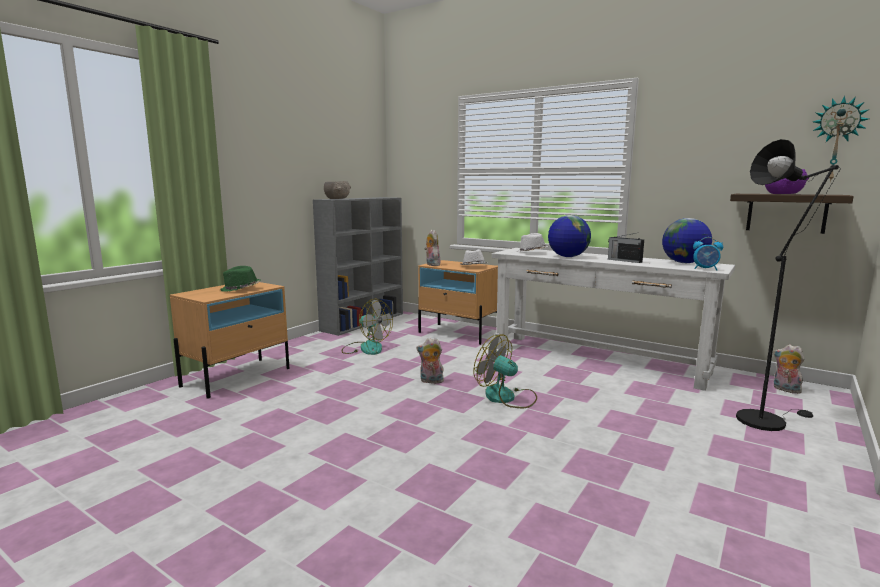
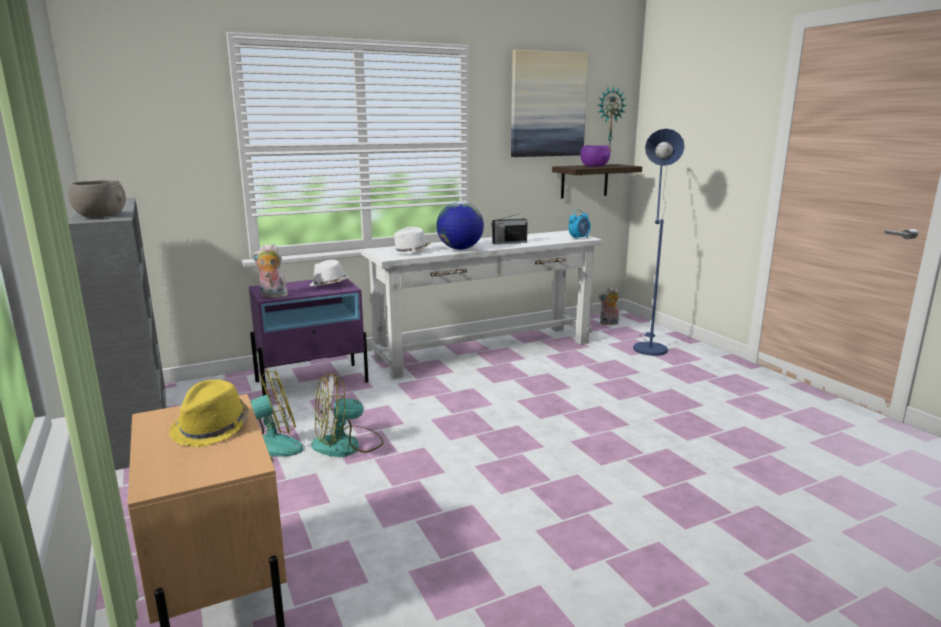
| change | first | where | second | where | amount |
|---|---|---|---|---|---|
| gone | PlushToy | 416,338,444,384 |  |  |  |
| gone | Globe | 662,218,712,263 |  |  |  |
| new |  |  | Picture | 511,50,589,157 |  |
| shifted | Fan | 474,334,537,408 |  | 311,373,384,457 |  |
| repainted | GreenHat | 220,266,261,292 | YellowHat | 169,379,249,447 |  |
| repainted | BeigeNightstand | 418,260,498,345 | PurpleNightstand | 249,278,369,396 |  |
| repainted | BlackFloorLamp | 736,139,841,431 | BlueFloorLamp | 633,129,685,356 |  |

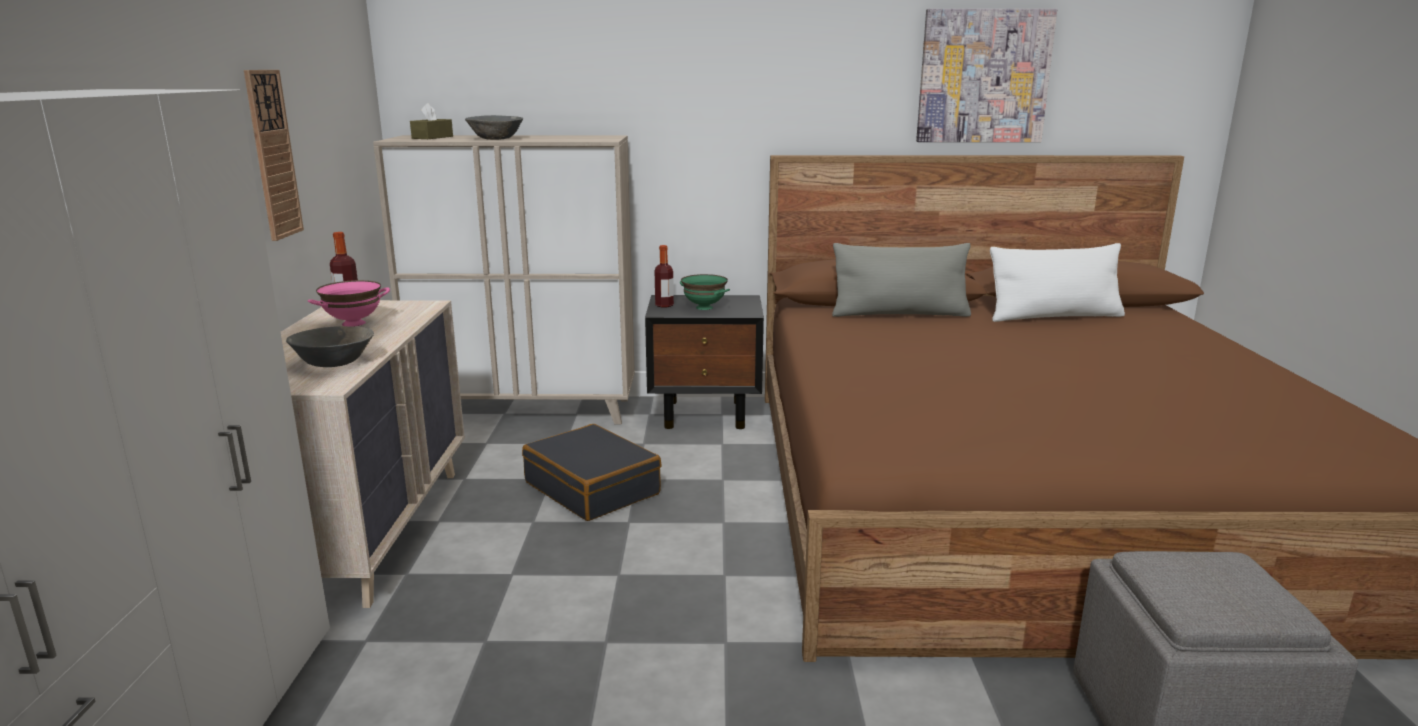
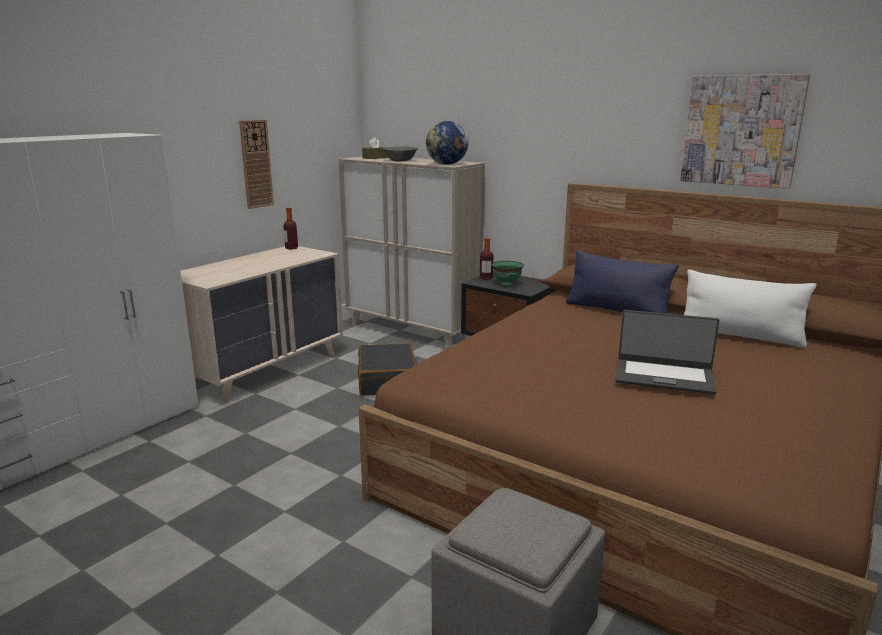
| change | first | where | second | where | amount |
|---|---|---|---|---|---|
| gone | GreyBowl | 286,326,374,367 |  |  |  |
| gone | PinkBowl | 308,280,390,327 |  |  |  |
| new |  |  | Globe | 426,121,468,165 |  |
| new |  |  | Laptop | 615,310,719,394 |  |
| repainted | GreyPillow | 832,243,971,317 | BluePillow | 566,250,679,314 |  |

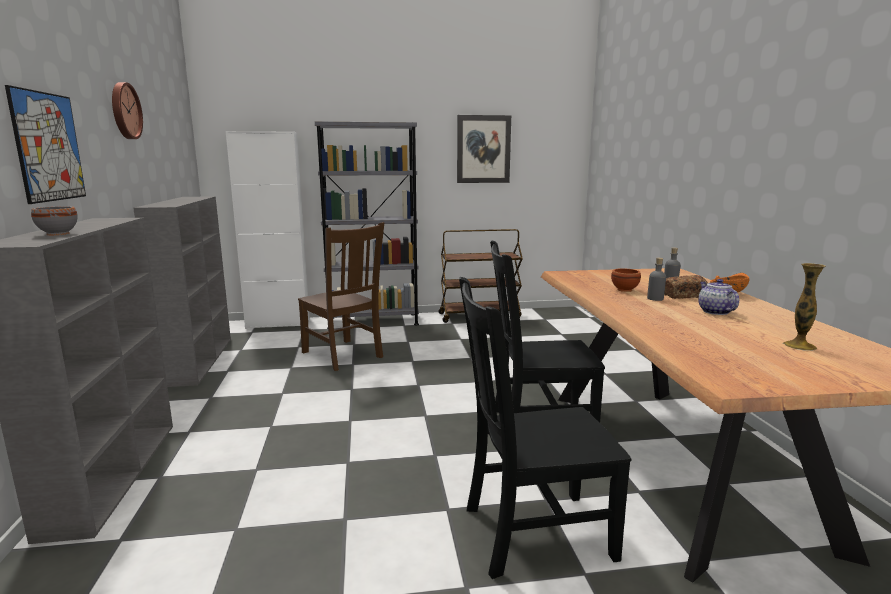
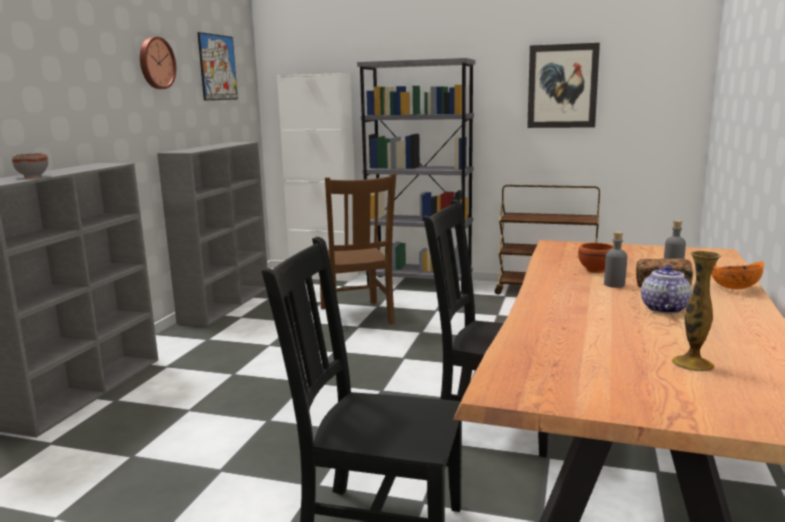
| change | first | where | second | where | amount |
|---|---|---|---|---|---|
| shifted | Picture | 5,85,86,204 |  | 197,32,238,100 |  |

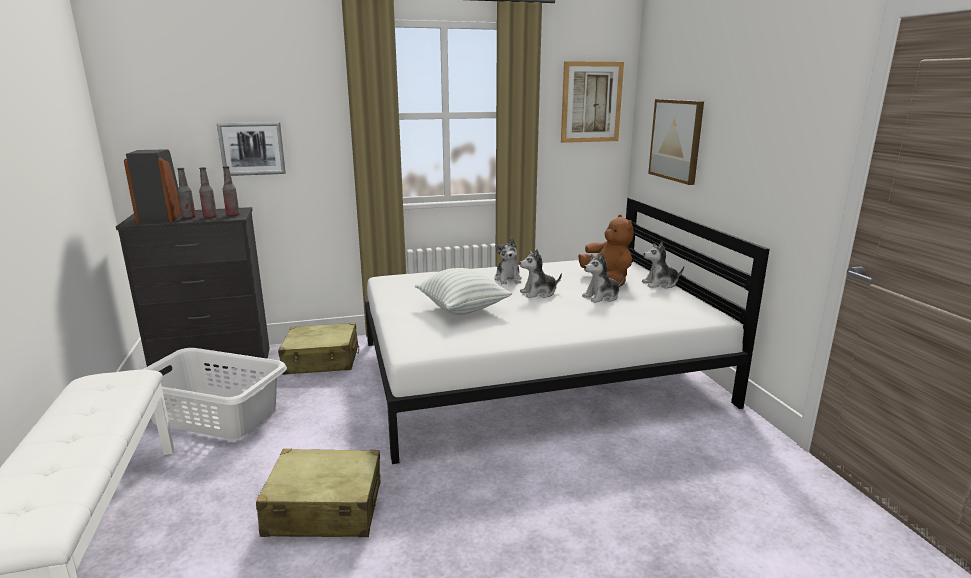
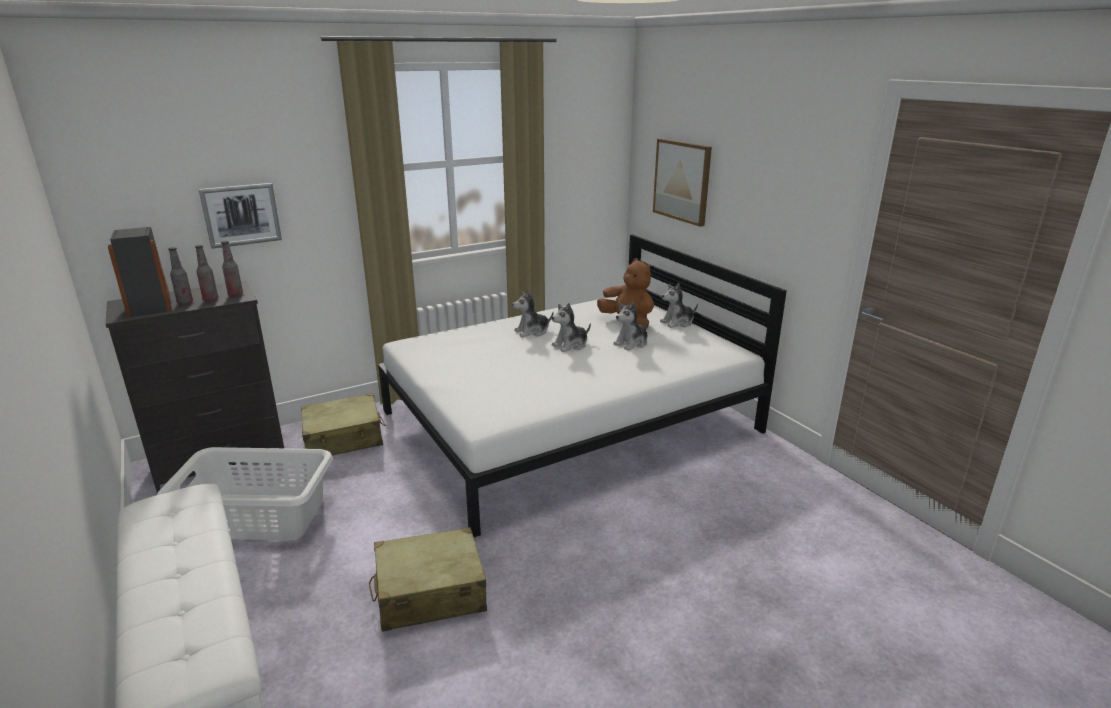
| change | first | where | second | where | amount |
|---|---|---|---|---|---|
| gone | Pillow | 415,268,512,315 |  |  |  |
| gone | Picture | 561,61,624,143 |  |  |  |
| rotated | PlushToy | 494,238,522,284 |  | 512,291,553,337 | 90 degrees clockwise |

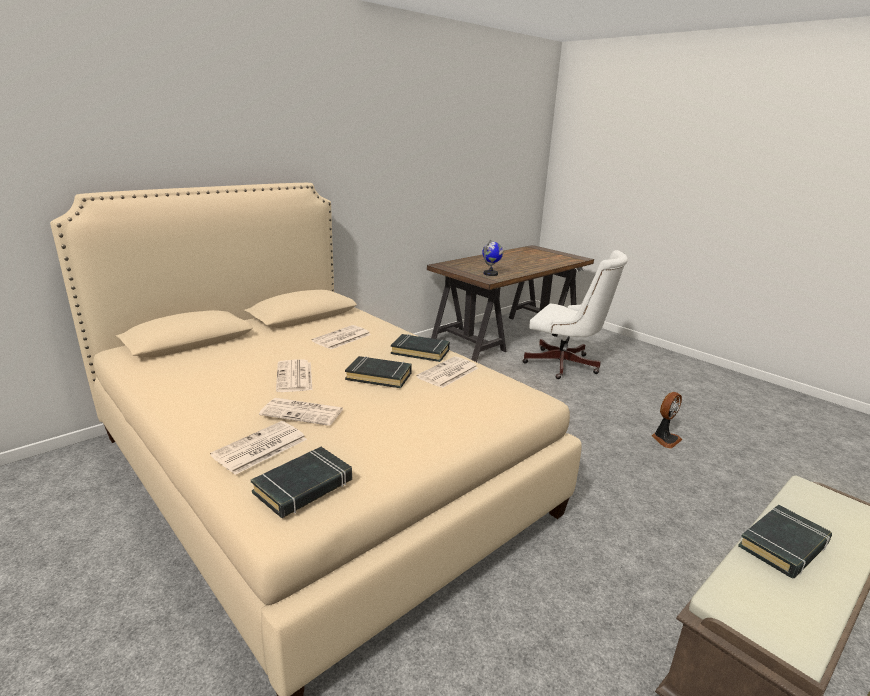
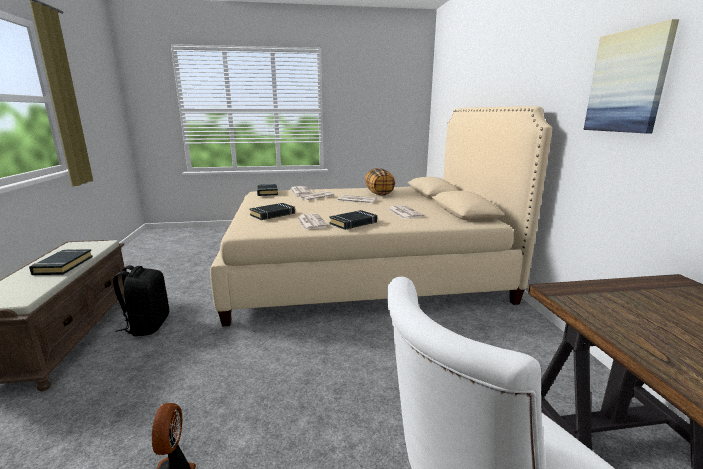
| change | first | where | second | where | amount |
|---|---|---|---|---|---|
| gone | Globe | 483,240,503,276 |  |  |  |
| new |  |  | BlackBackpack | 113,265,169,336 |  |
| new |  |  | Pillow | 365,168,395,196 |  |
| new |  |  | Picture | 583,19,679,133 |  |
| shifted | BlackBook | 345,356,412,388 |  | 250,203,295,220 |  |

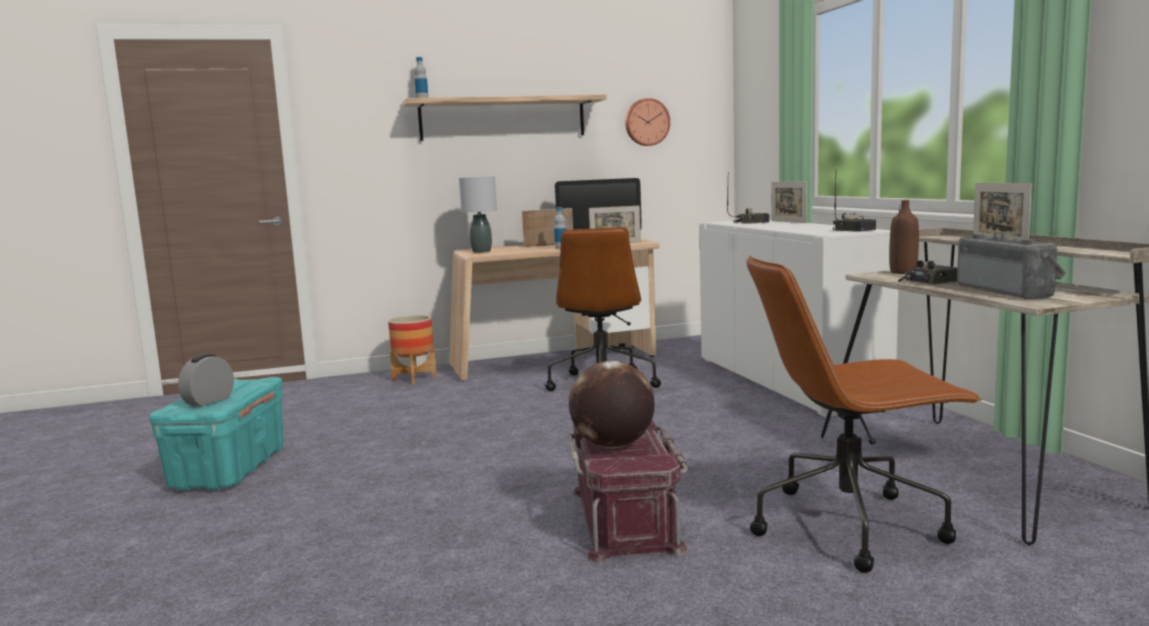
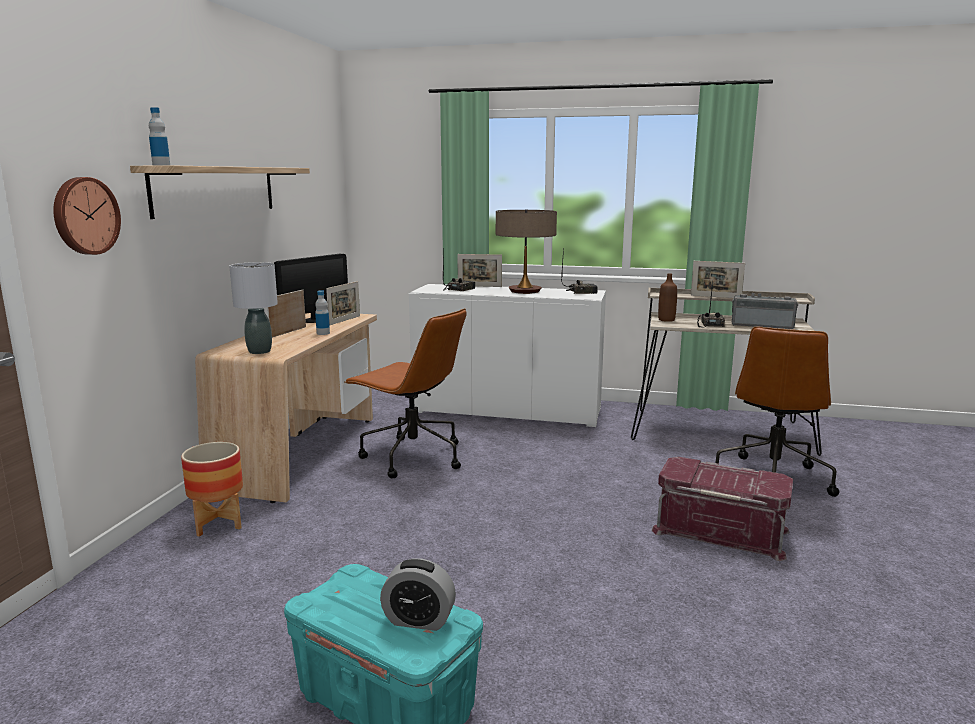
| change | first | where | second | where | amount |
|---|---|---|---|---|---|
| gone | Globe | 569,361,655,448 |  |  |  |
| new |  |  | TableLamp | 496,210,557,294 |  |
| shifted | WallClock | 625,98,670,146 |  | 53,177,121,255 |  |
| rotated | AlarmClock | 178,354,234,407 |  | 380,558,456,631 | 45 degrees counterclockwise |

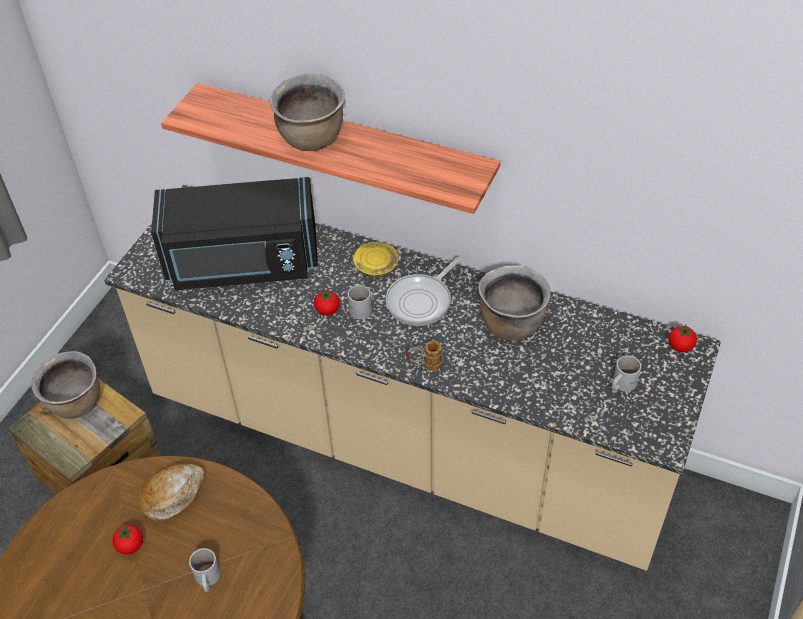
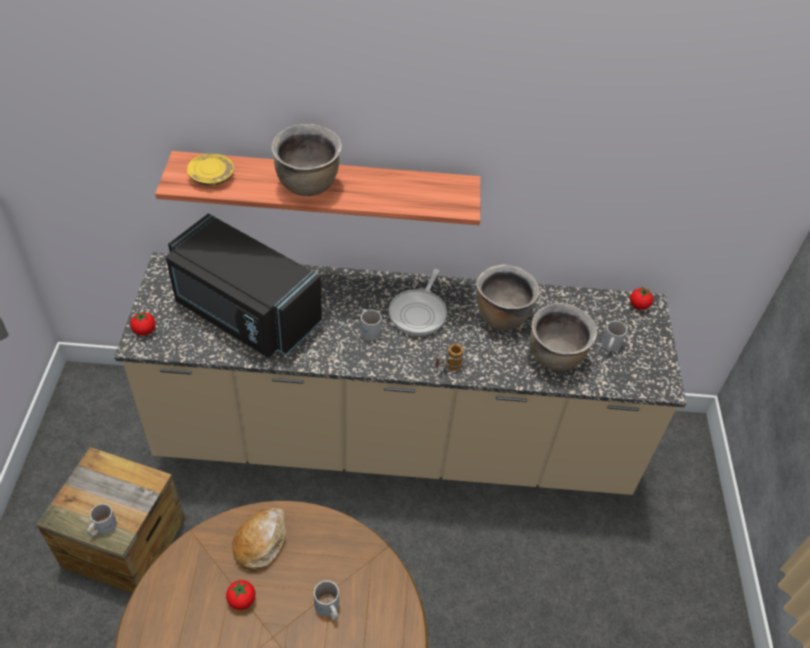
| change | first | where | second | where | amount |
|---|---|---|---|---|---|
| new |  |  | WhiteMug | 87,504,117,537 |  |
| shifted | BrownCookingPot | 31,351,100,419 |  | 530,303,597,371 |  |
| shifted | Tomato | 314,290,340,316 |  | 130,311,156,335 |  |
| shifted | YellowPlate | 353,242,399,277 |  | 187,154,234,186 |  |
| rotated | BlackMicrowave | 151,177,318,290 |  | 166,213,322,358 | 60 degrees clockwise |

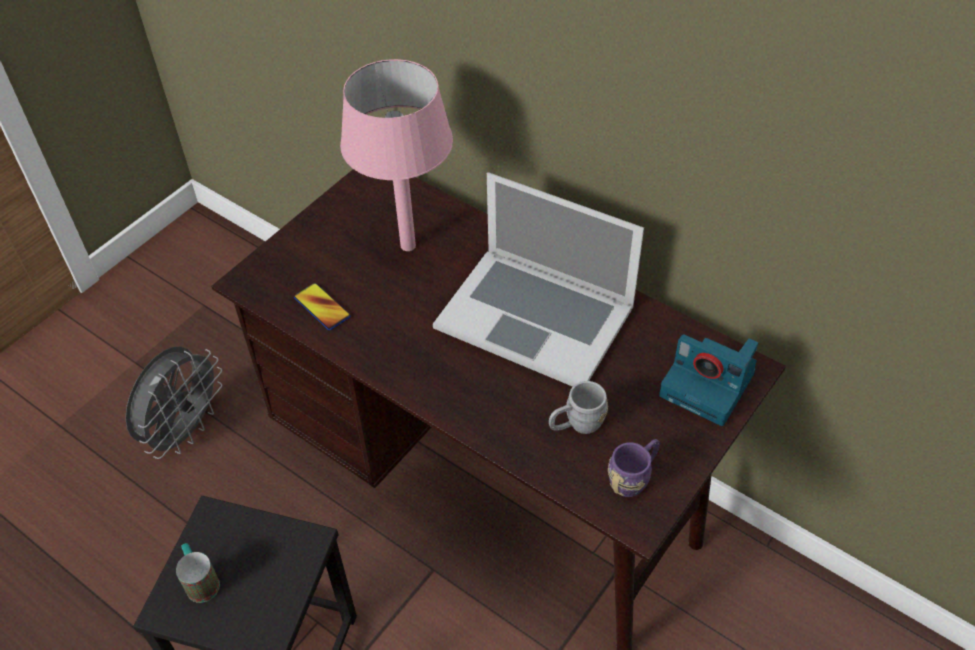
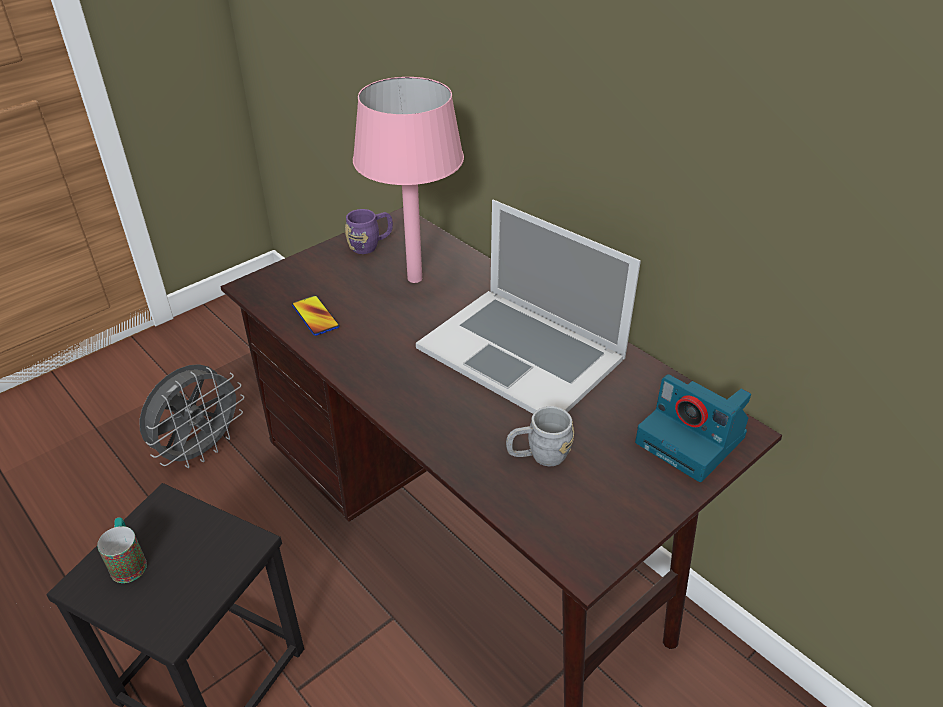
| change | first | where | second | where | amount |
|---|---|---|---|---|---|
| shifted | PurpleMug | 608,439,660,497 |  | 345,209,393,254 |  |

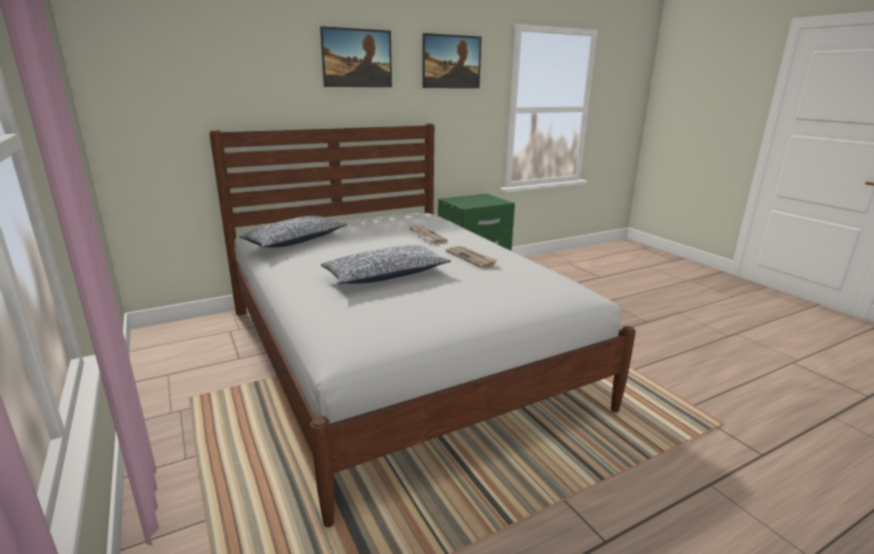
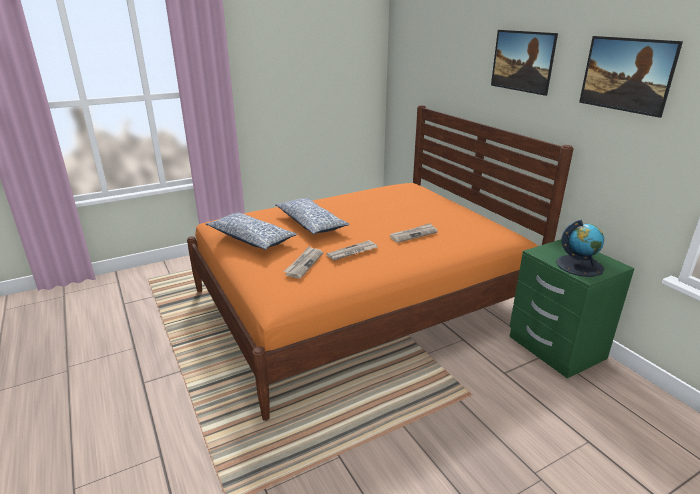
| change | first | where | second | where | amount |
|---|---|---|---|---|---|
| new |  |  | Newspaper | 283,247,323,279 |  |
| new |  |  | Globe | 556,220,604,277 |  |
| shifted | Pillow | 238,216,347,248 |  | 206,212,297,250 |  |
| repainted | WhiteBed | 209,123,636,527 | OrangeBed | 187,105,574,421 |  |

